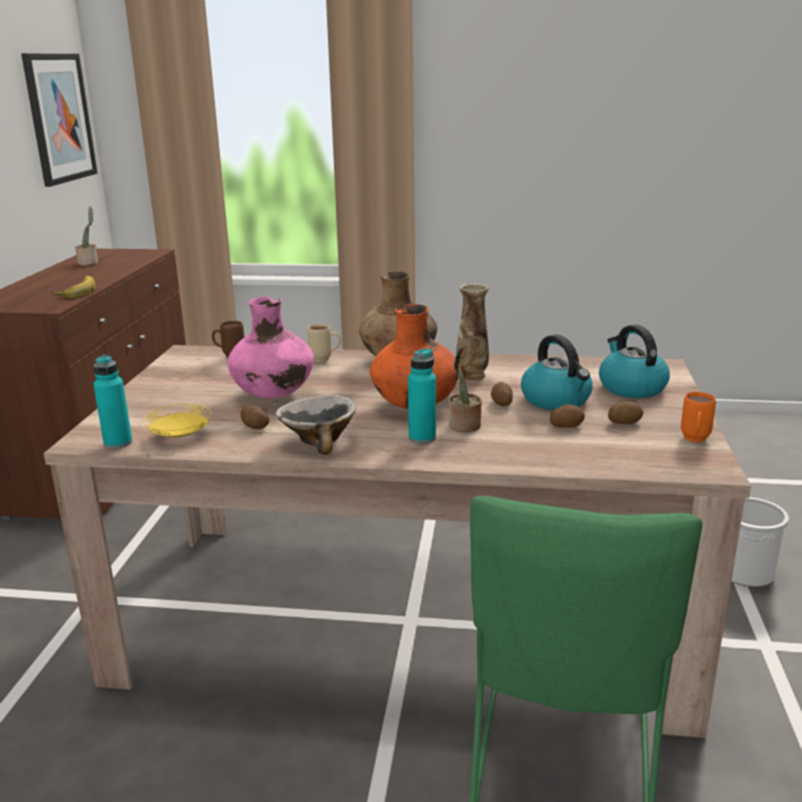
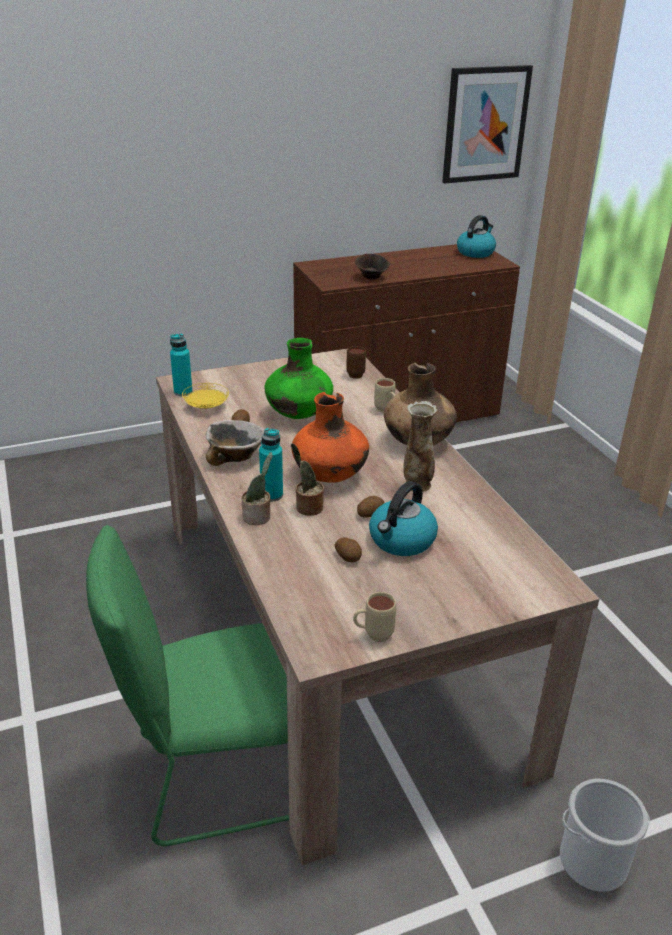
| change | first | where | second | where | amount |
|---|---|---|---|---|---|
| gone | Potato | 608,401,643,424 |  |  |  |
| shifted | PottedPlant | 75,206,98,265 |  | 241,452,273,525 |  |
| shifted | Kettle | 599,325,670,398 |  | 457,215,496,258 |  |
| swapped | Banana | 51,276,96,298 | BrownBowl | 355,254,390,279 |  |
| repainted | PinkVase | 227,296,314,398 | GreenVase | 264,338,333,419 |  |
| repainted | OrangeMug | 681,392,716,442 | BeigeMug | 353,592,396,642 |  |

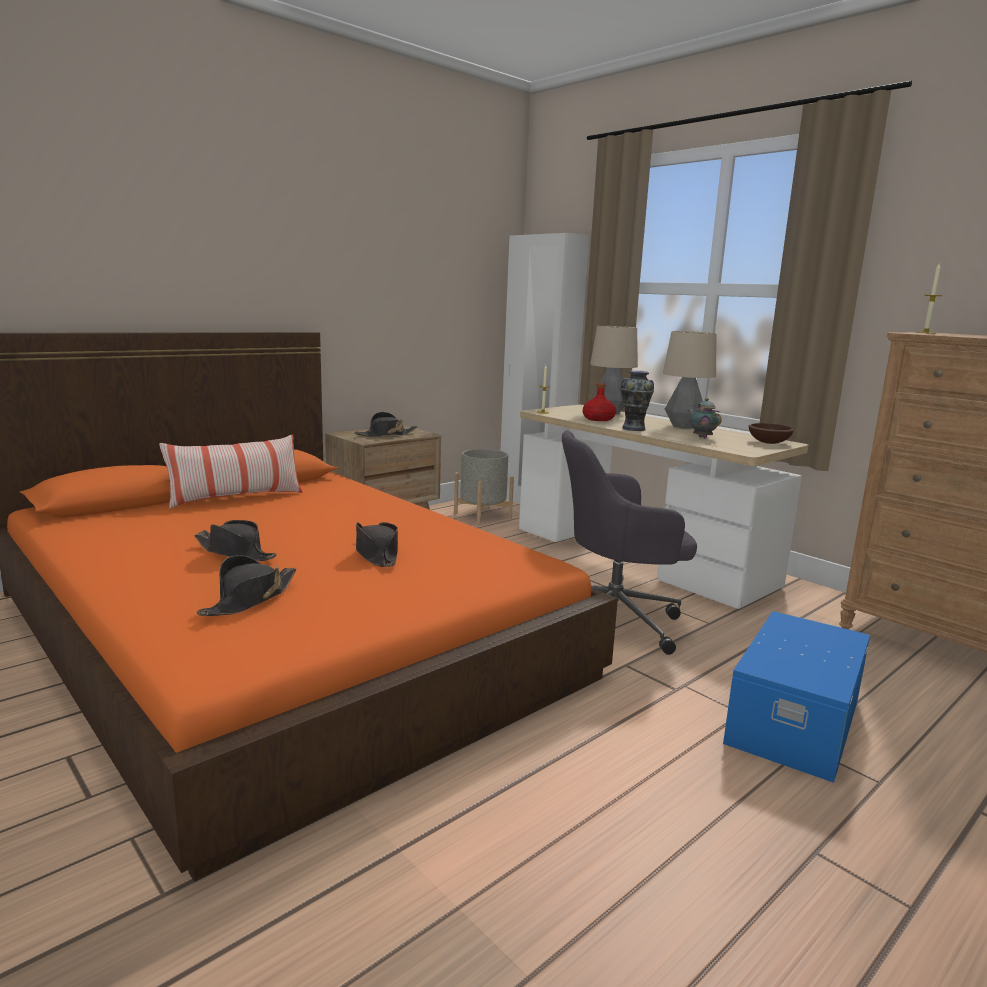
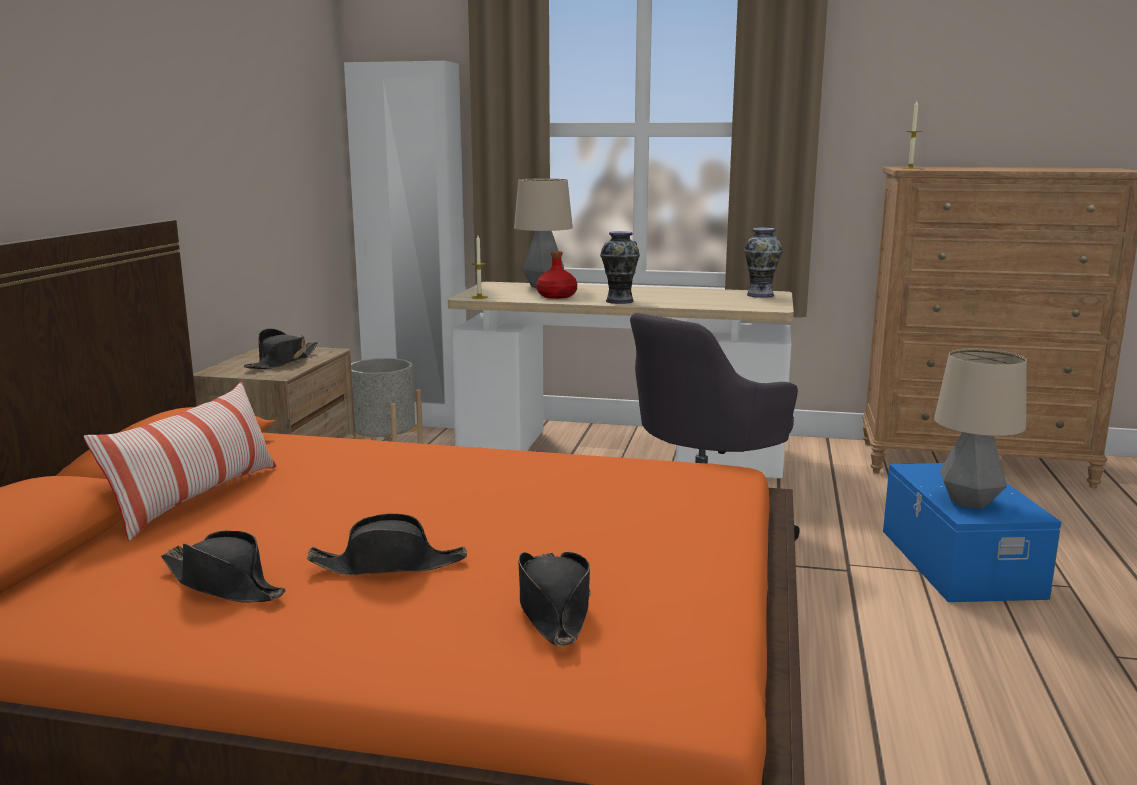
| change | first | where | second | where | amount |
|---|---|---|---|---|---|
| gone | Teapot | 688,398,722,438 |  |  |  |
| shifted | BlackHat | 356,522,398,567 |  | 161,530,286,602 |  |
| shifted | TableLamp | 663,331,716,428 |  | 934,349,1027,509 |  |
| swapped | BrownBowl | 748,423,794,444 | Vase | 744,228,783,298 |  |

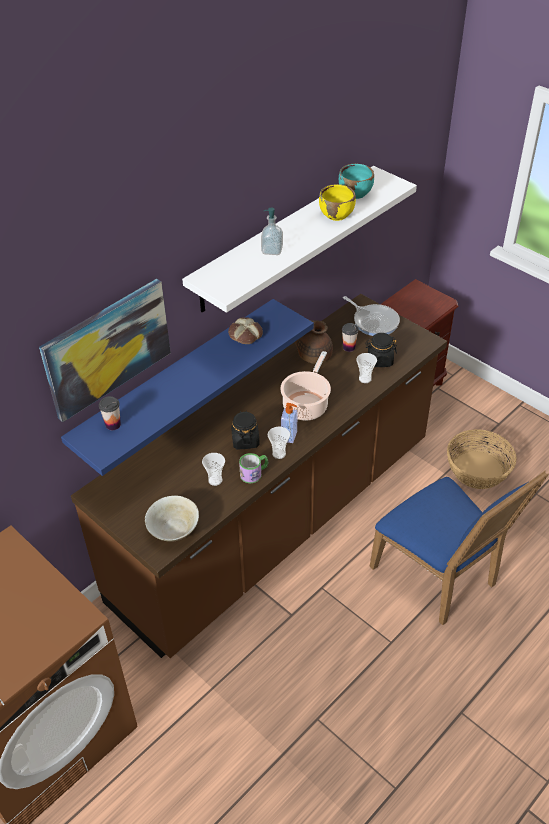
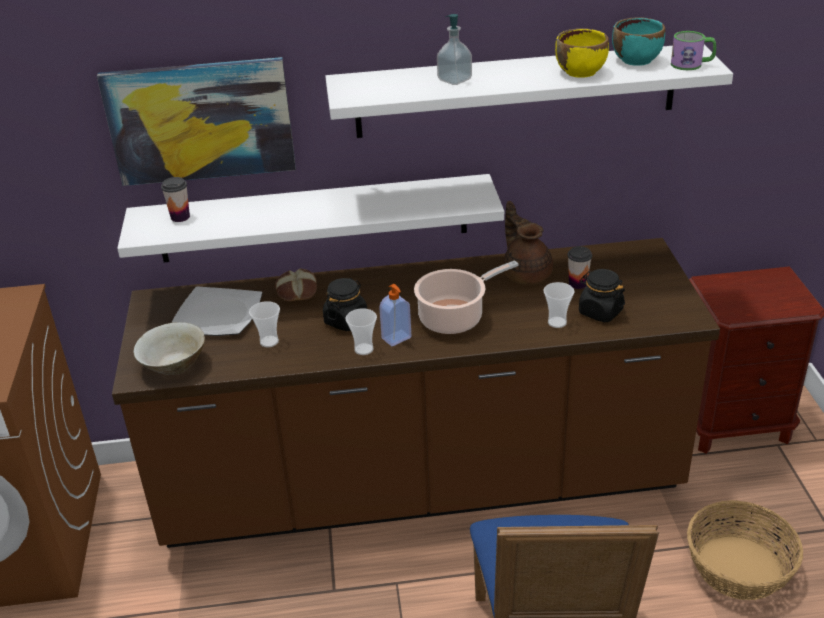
| change | first | where | second | where | amount |
|---|---|---|---|---|---|
| gone | FryingPan | 343,296,400,336 |  |  |  |
| new |  |  | Plate | 172,286,262,336 |  |
| shifted | Bread | 228,317,263,344 |  | 275,269,317,301 |  |
| shifted | Mug | 239,453,268,483 |  | 671,31,716,70 |  |
| repainted | BlueShelf | 61,299,314,476 | WhiteShelf | 117,174,504,262 |  |

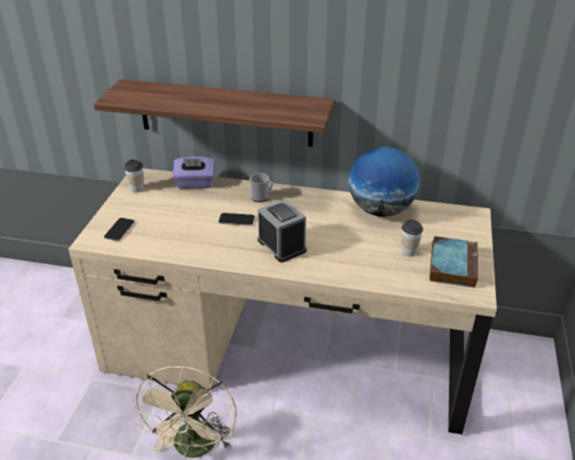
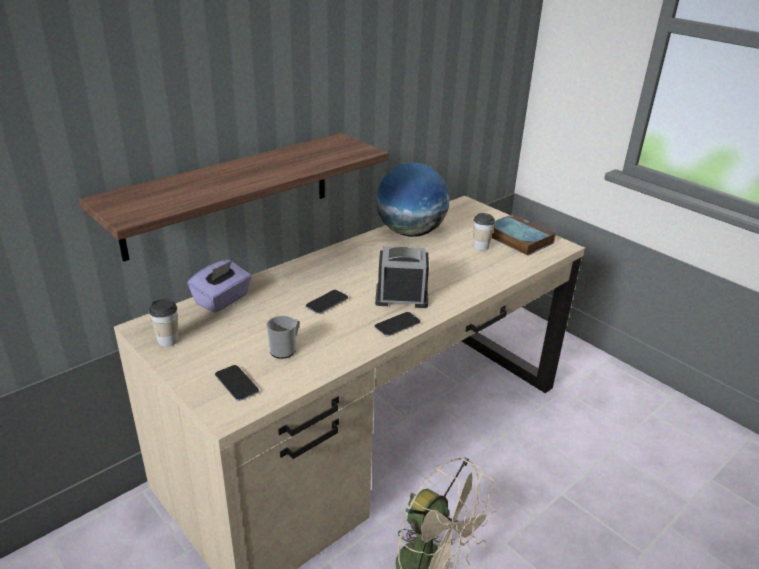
| change | first | where | second | where | amount |
|---|---|---|---|---|---|
| new |  |  | Phone | 375,312,421,337 |  |
| shifted | Mug | 249,173,273,202 |  | 266,316,300,359 |  |

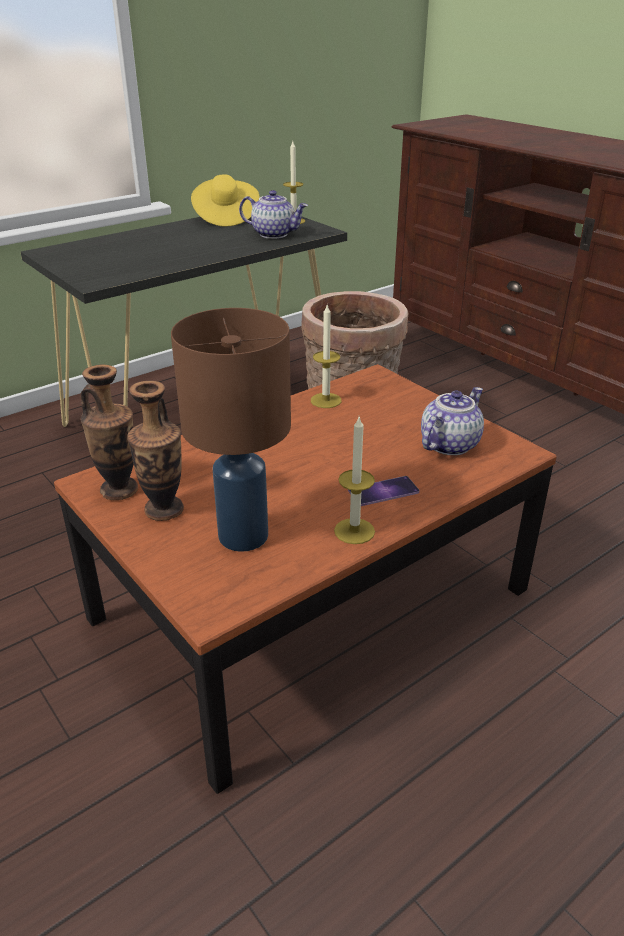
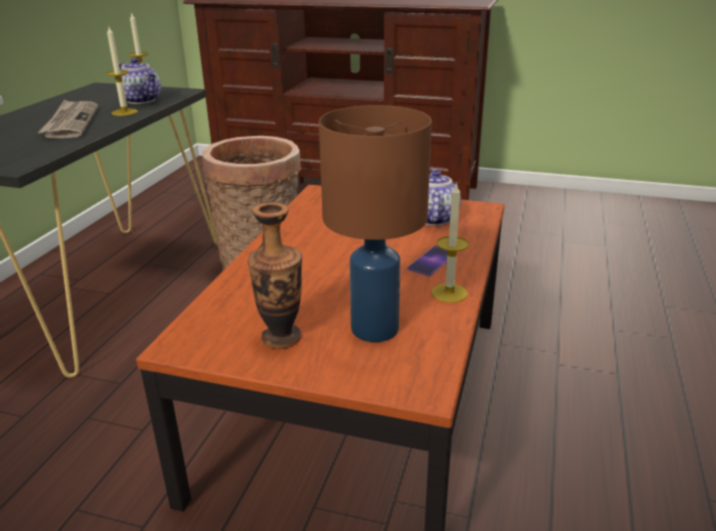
| change | first | where | second | where | amount |
|---|---|---|---|---|---|
| gone | Vase | 81,365,138,500 |  |  |  |
| gone | YellowHat | 191,174,260,226 |  |  |  |
| new |  |  | Newspaper | 38,100,98,139 |  |
| shifted | Candle | 311,305,342,408 |  | 106,25,138,116 |  |
| rotated | Teapot | 239,190,308,239 |  | 116,58,161,104 | 60 degrees clockwise |

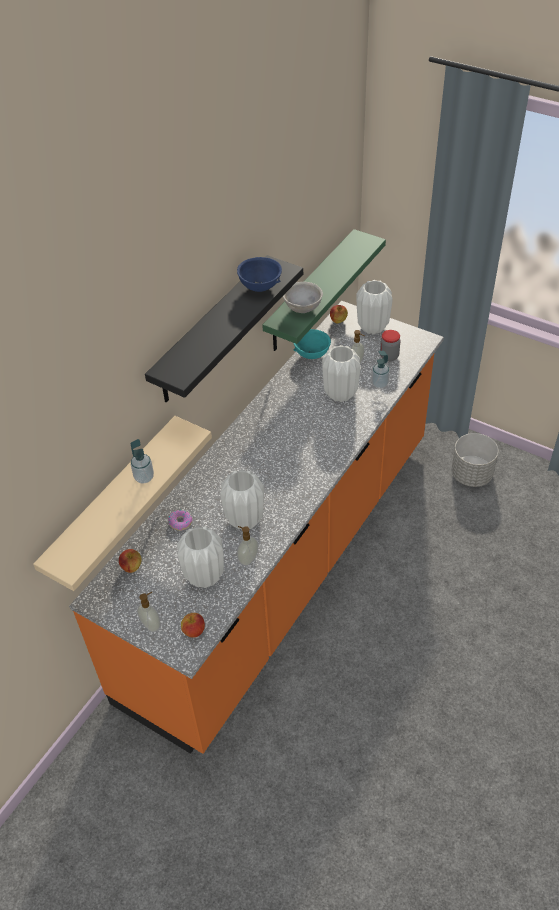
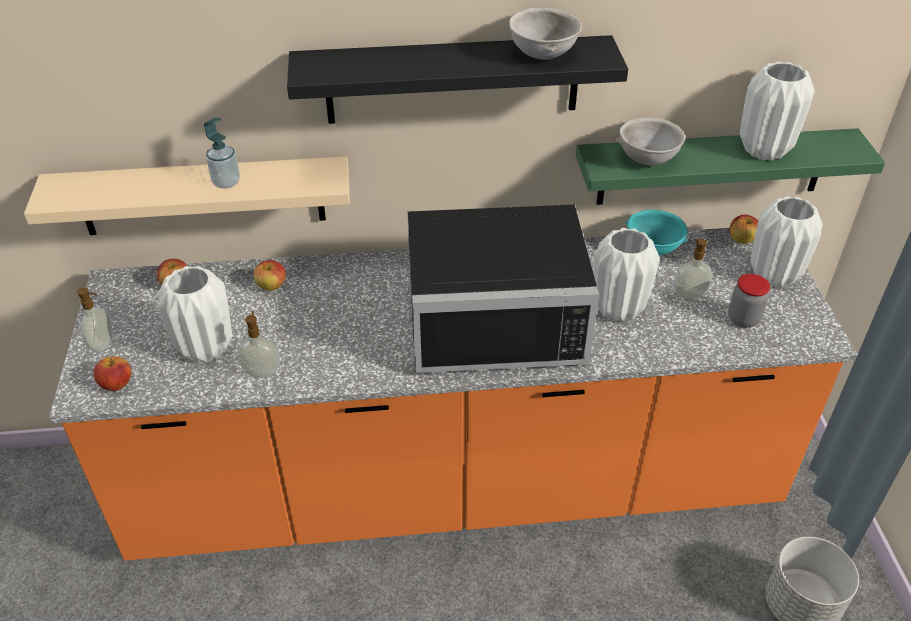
| change | first | where | second | where | amount |
|---|---|---|---|---|---|
| gone | SoapDispenser | 372,351,390,388 |  |  |  |
| new |  |  | BlackMicrowave | 408,205,599,373 |  |
| shifted | WhiteVase | 220,470,264,529 |  | 740,61,815,161 |  |
| swapped | Donut | 168,510,193,531 | Apple | 253,260,286,291 |  |
| repainted | BlueBowl | 237,257,282,292 | GreyBowl | 509,7,582,60 |  |

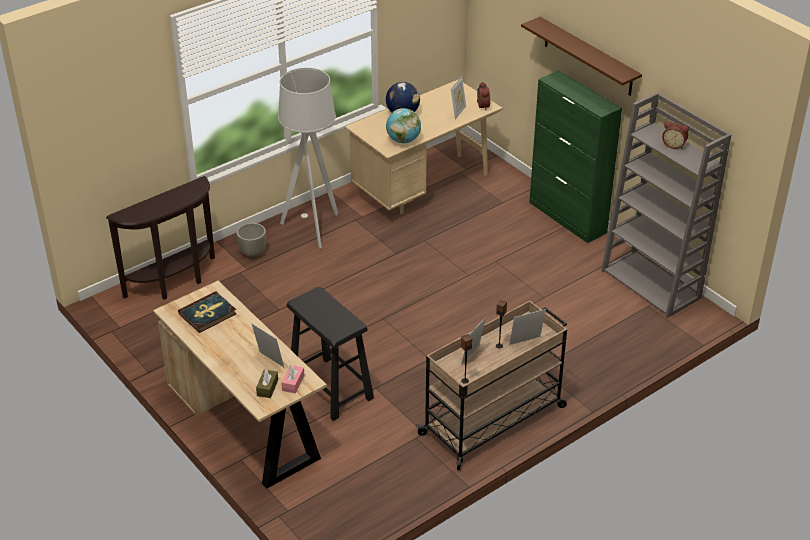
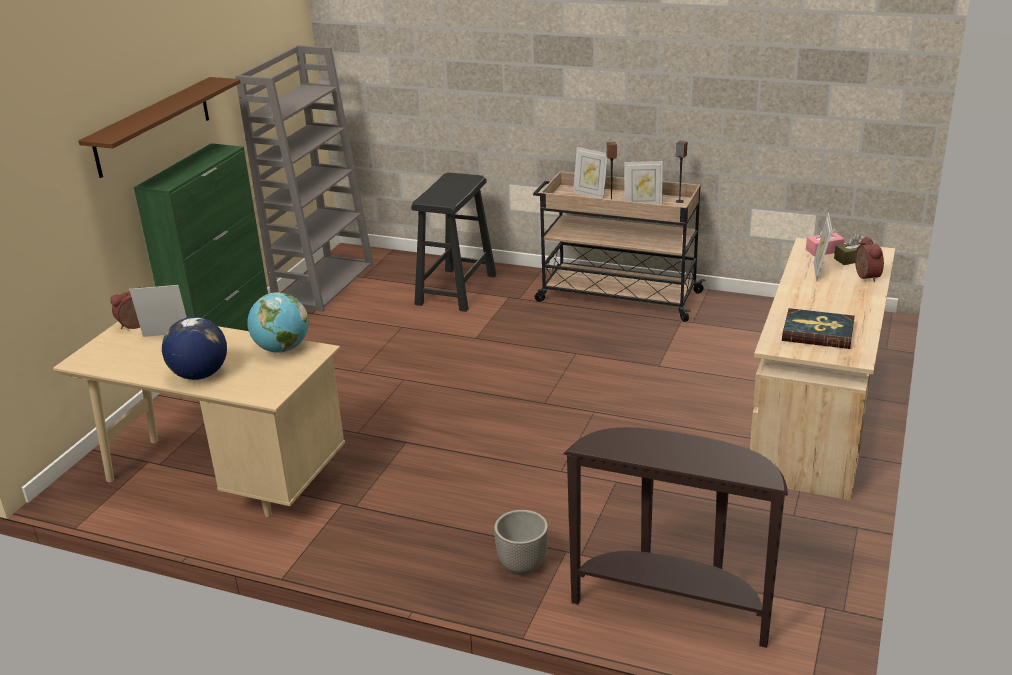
| change | first | where | second | where | amount |
|---|---|---|---|---|---|
| gone | GreyFloorLamp | 278,68,338,249 |  |  |  |
| shifted | BlackStool | 287,287,374,421 |  | 411,173,496,312 |  |
| shifted | AlarmClock | 662,121,689,149 |  | 855,236,884,282 |  |

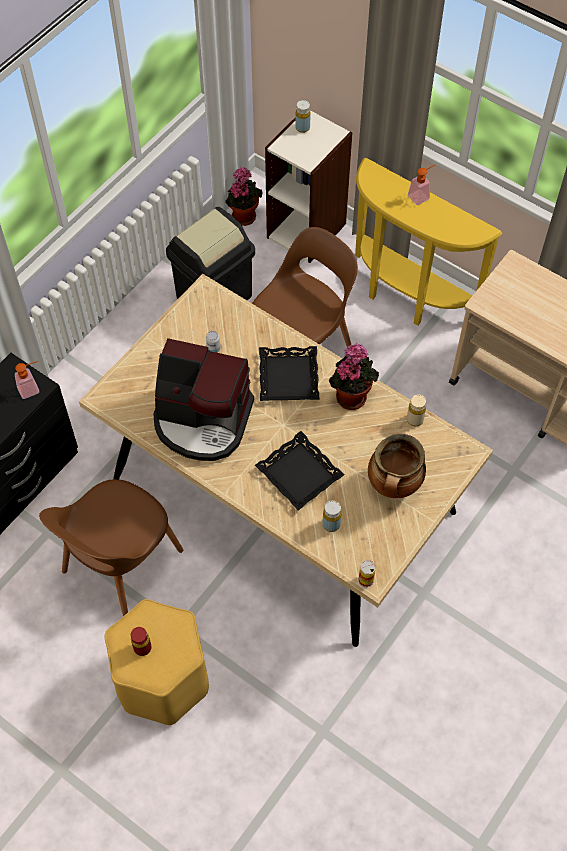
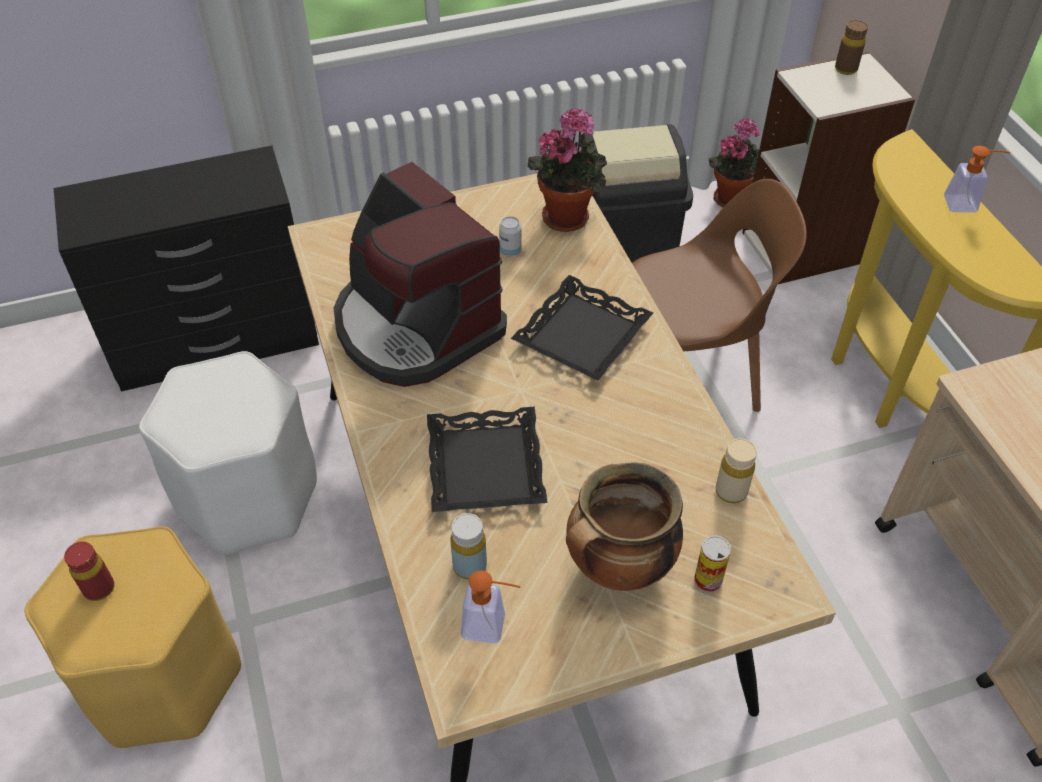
| change | first | where | second | where | amount |
|---|---|---|---|---|---|
| shifted | SoapDispenser | 15,361,39,399 |  | 461,571,521,644 |  |
| shifted | PottedPlant | 329,343,379,410 |  | 528,107,607,232 |  |
| shifted | Can | 359,560,376,587 |  | 694,535,731,593 |  |
| swapped | BrownChair | 39,479,183,616 | WhiteStool | 139,351,317,555 |  |
| repainted | YellowBottle | 295,100,311,133 | BrownBottle | 835,20,868,75 |  |

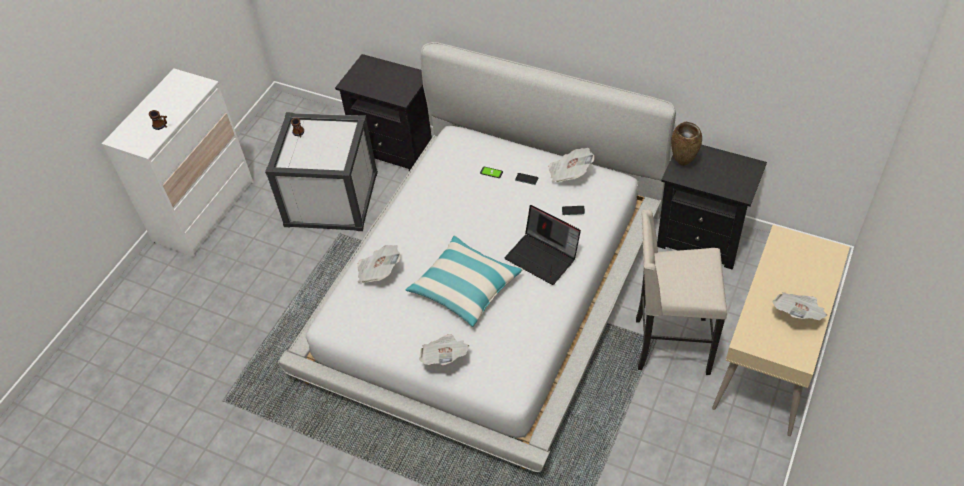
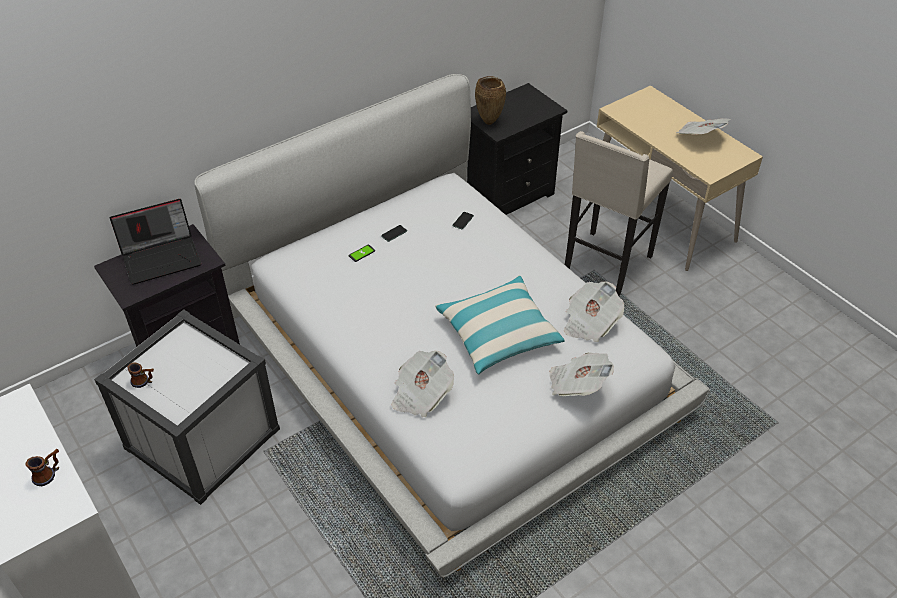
| change | first | where | second | where | amount |
|---|---|---|---|---|---|
| shifted | Laptop | 505,205,581,285 |  | 110,199,202,285 |  |
| shifted | Newspaper | 548,148,594,182 |  | 564,282,624,342 |  |

